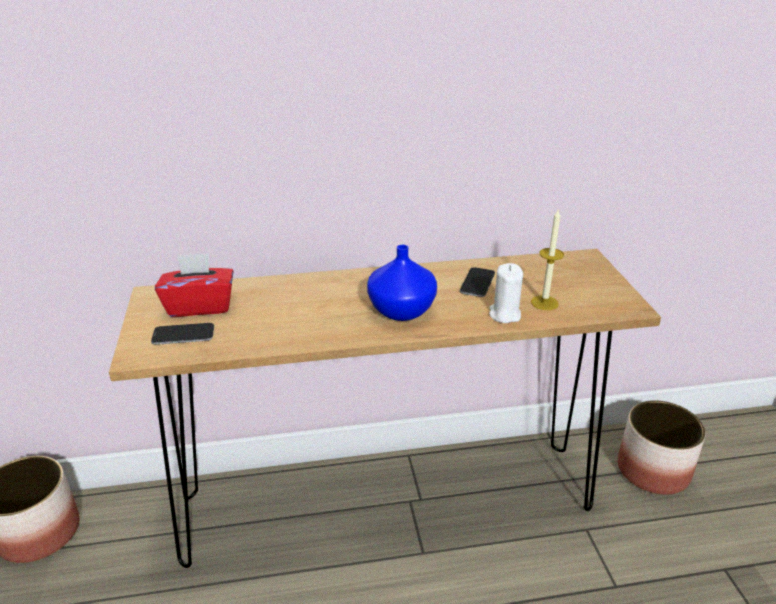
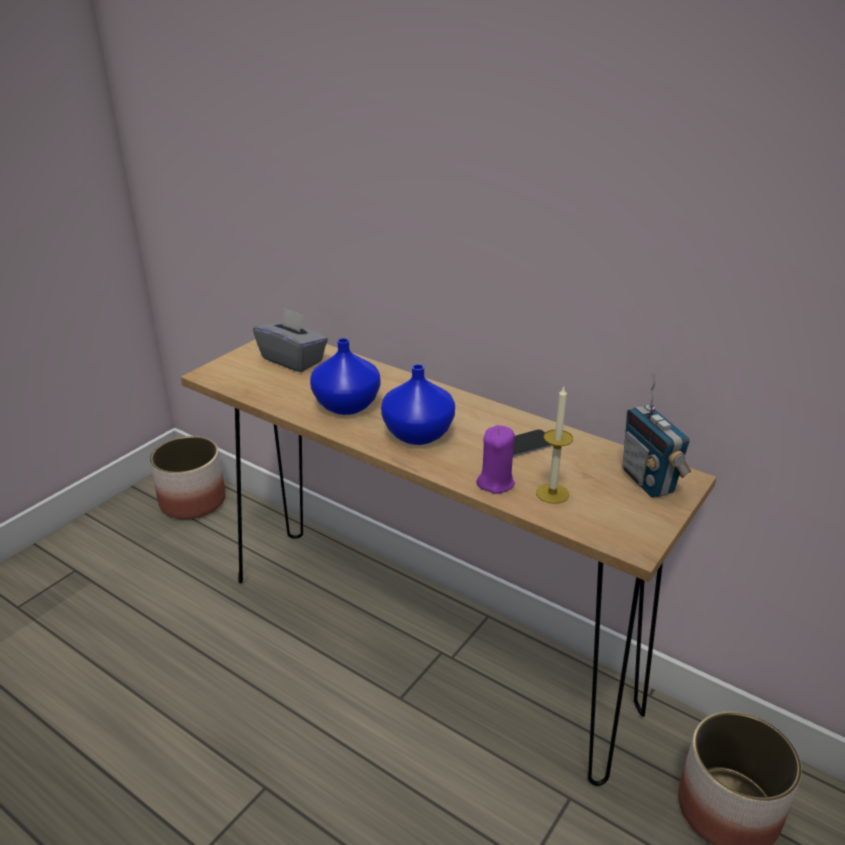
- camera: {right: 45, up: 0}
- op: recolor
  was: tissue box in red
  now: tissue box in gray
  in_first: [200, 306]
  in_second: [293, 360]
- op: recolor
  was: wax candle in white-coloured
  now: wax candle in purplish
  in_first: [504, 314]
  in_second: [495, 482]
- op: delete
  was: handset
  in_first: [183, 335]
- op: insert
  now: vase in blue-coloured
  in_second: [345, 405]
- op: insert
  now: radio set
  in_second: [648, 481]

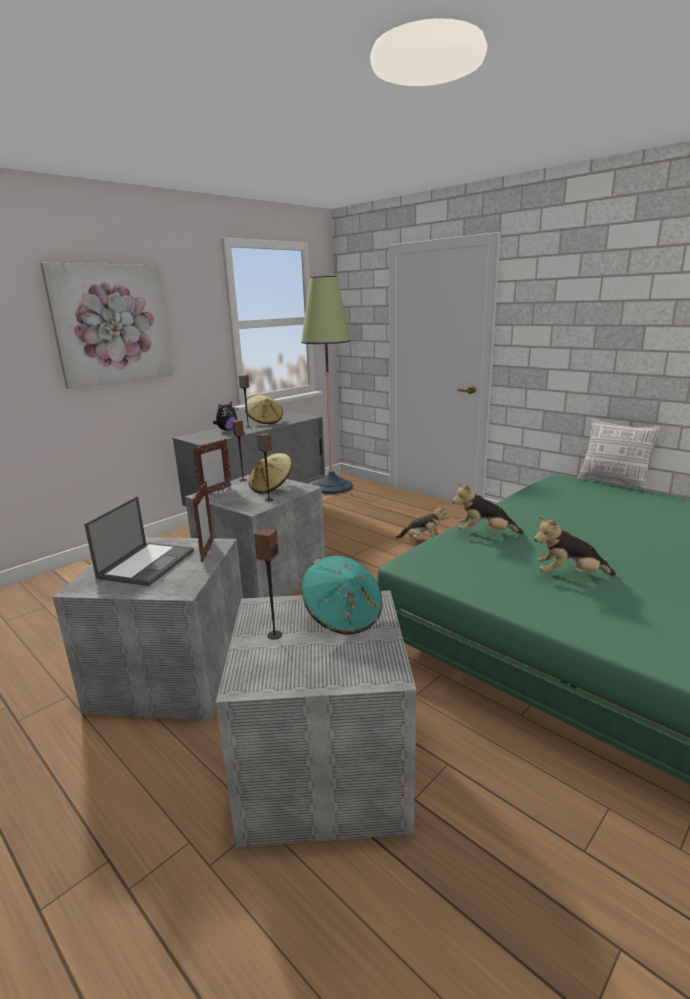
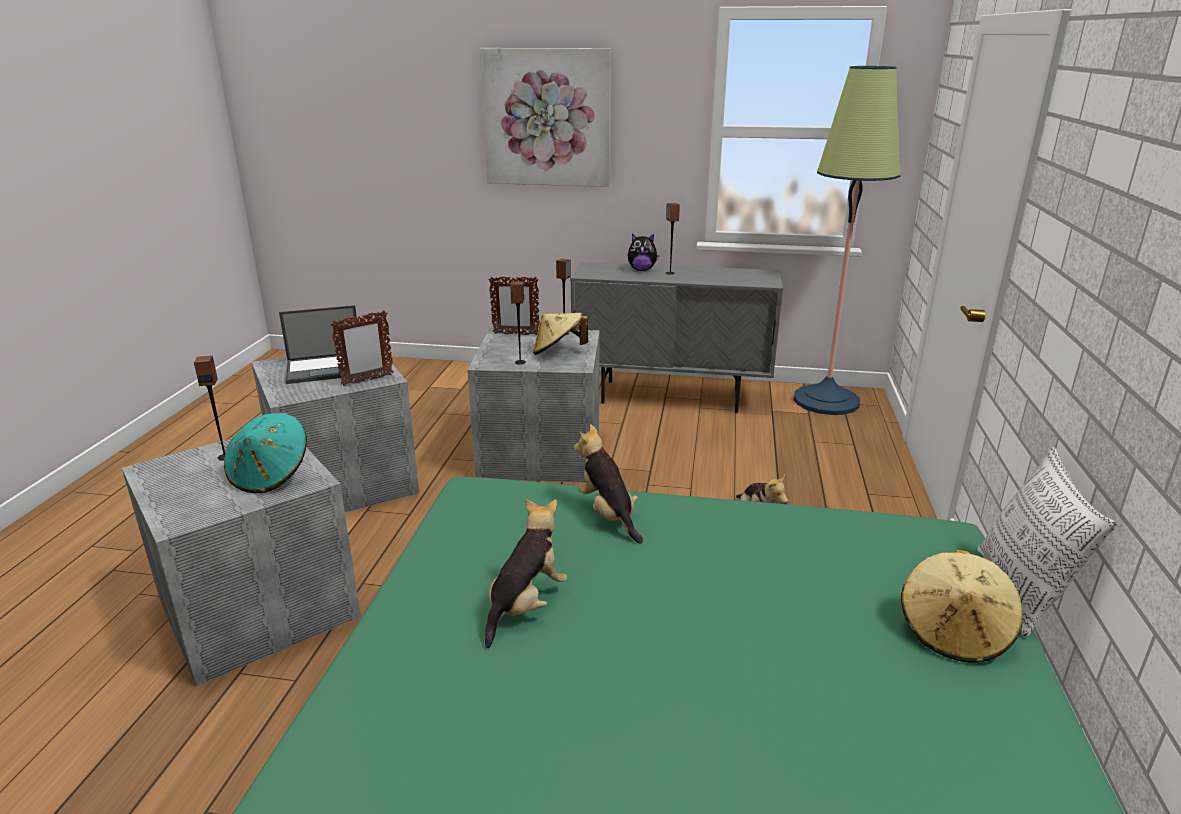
- camera: {right: 55, up: 5}
- op: move
  was: hat in beige-coloured
  in_first: [264, 421]
  in_second: [954, 632]
- op: rotate
  was: cuddly toy
  in_first: [569, 575]
  in_second: [525, 605]
  clockwise: 60

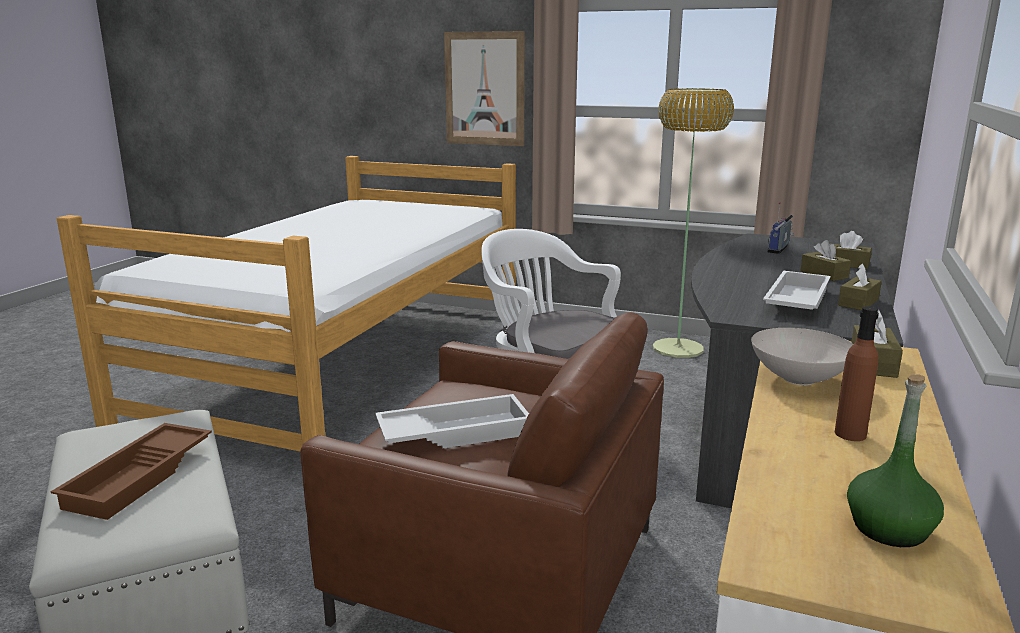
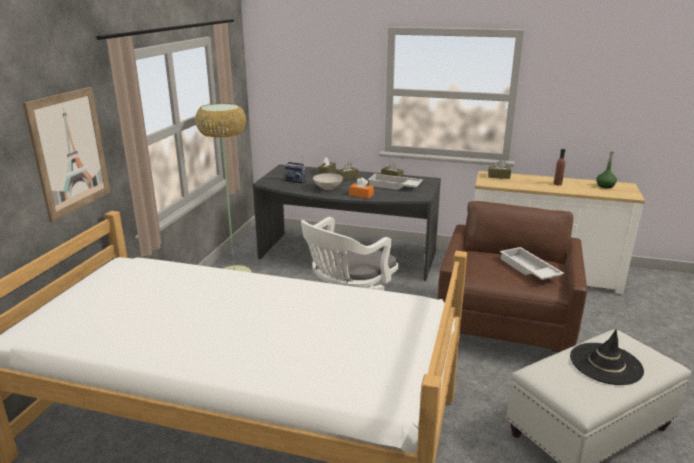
- camera: {right: -95, up: 5}
- op: move
  was: serving bowl in white-coloured
  in_first: [800, 379]
  in_second: [327, 188]
- op: replace
  was: tray in brown
  now: hat in black
  in_first: [141, 478]
  in_second: [605, 364]
- op: insert
  now: tissue box in orange
  in_second: [361, 195]

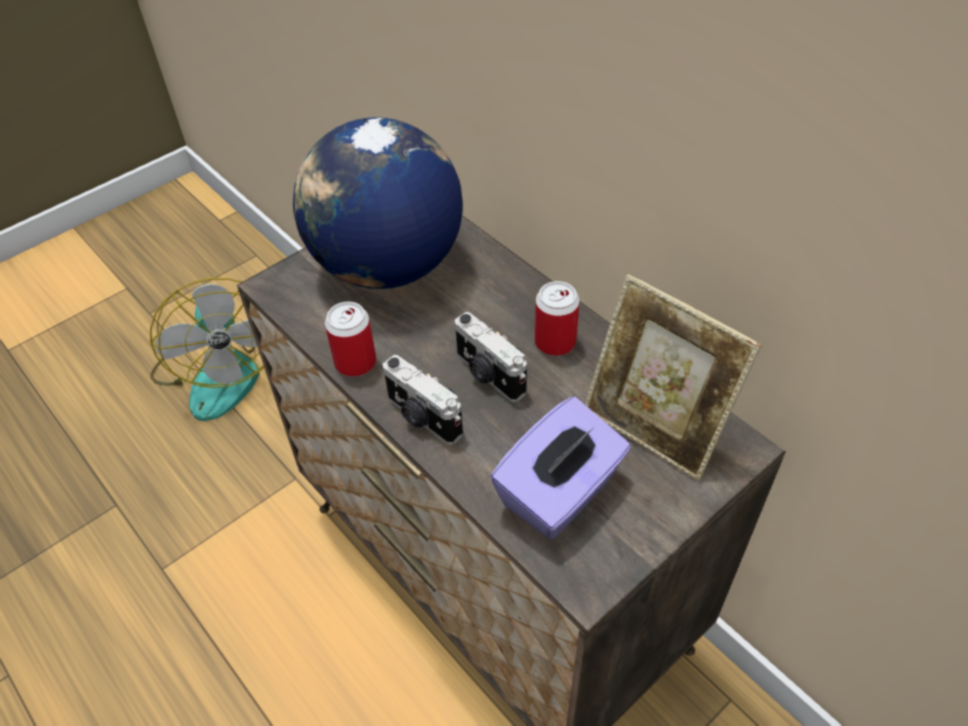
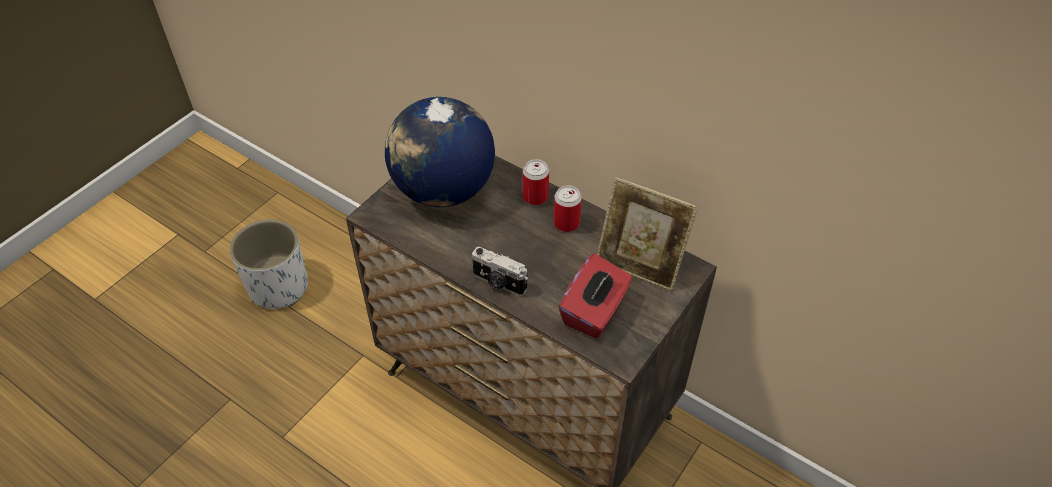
- camera: {right: -15, up: 0}
- op: replace
  was: electric fan
  now: planter in white-coloured
  in_first: [220, 371]
  in_second: [279, 287]
- op: move
  was: sealed can
  in_first: [355, 362]
  in_second: [535, 197]
- op: delete
  was: photo camera
  in_first: [488, 375]
- op: recolor
  was: tissue box in purplish
  now: tissue box in red
  in_first: [560, 492]
  in_second: [594, 312]

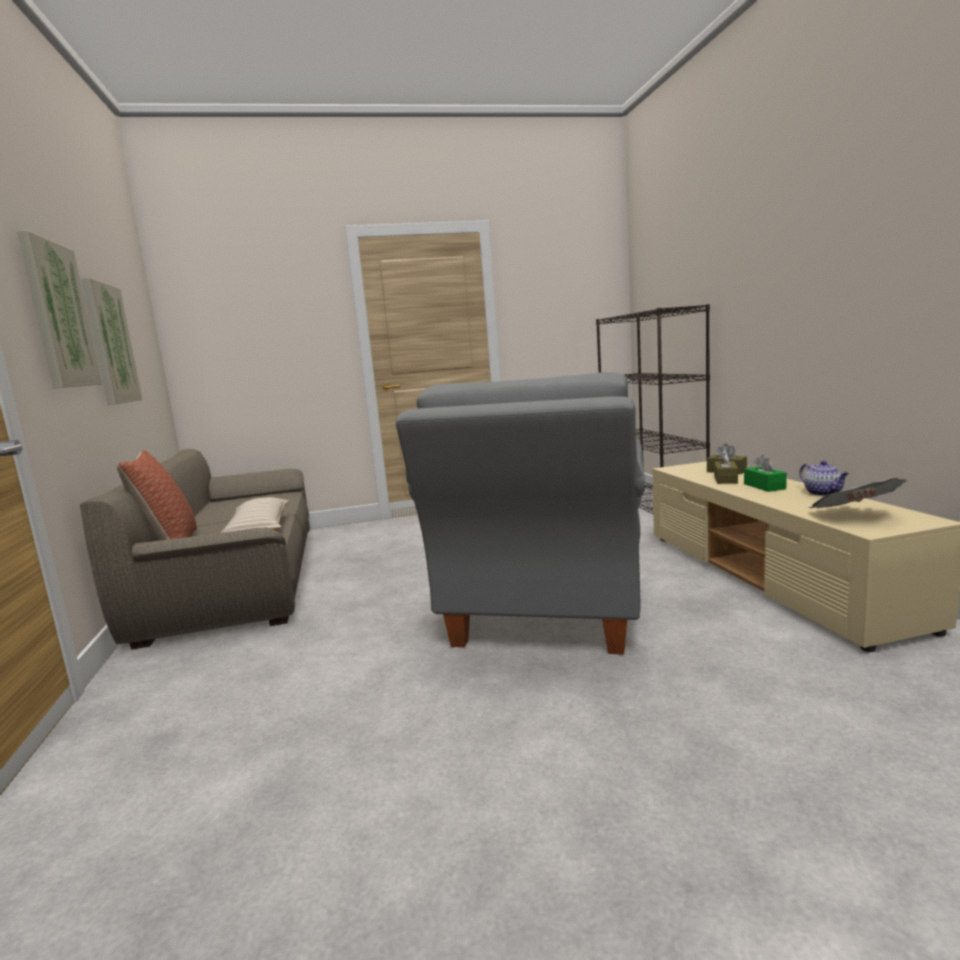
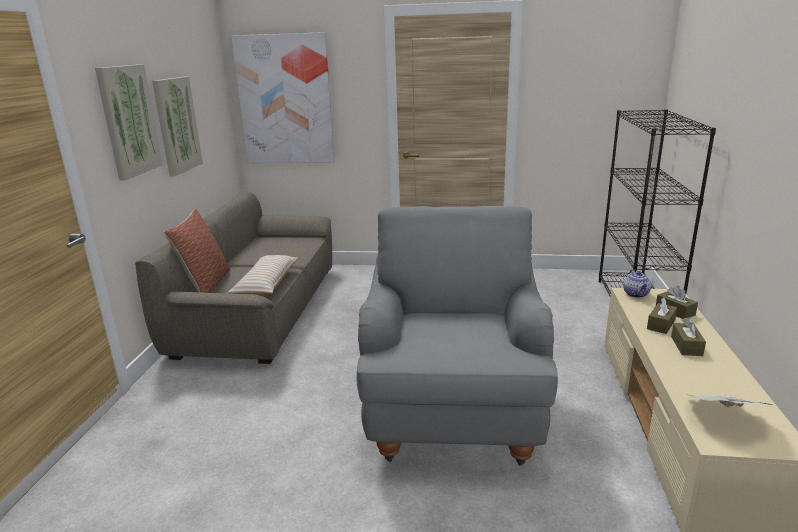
- camera: {right: 20, up: 10}
- op: rotate
  was: lounge chair in gray
  in_first: [545, 612]
  in_second: [453, 409]
  clockwise: 150
- op: recolor
  was: tissue box in greenish
  now: tissue box in brown
  in_first: [764, 486]
  in_second: [686, 346]
- op: move
  was: pot for tea
  in_first: [823, 493]
  in_second: [636, 294]
- op: insert
  now: picture
  in_second: [285, 100]

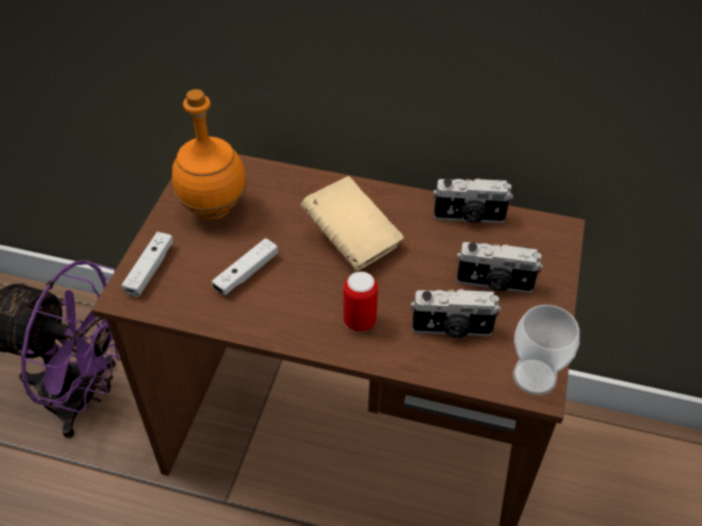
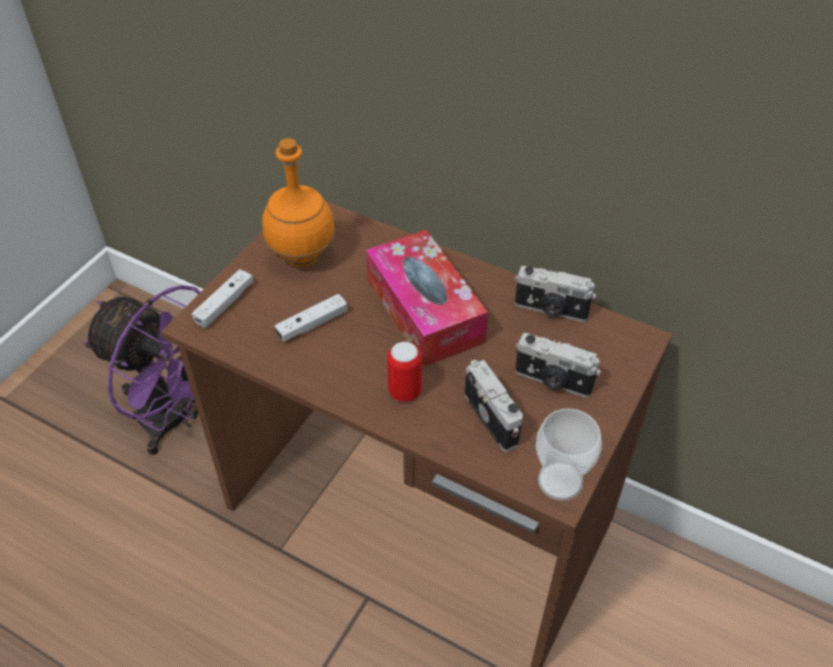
- camera: {right: 15, up: 0}
- op: replace
  was: bound book in beige-coloured
  now: tissue box
  in_first: [351, 239]
  in_second: [424, 310]
- op: rotate
  was: photo camera
  in_first: [452, 329]
  in_second: [493, 418]
  clockwise: -135

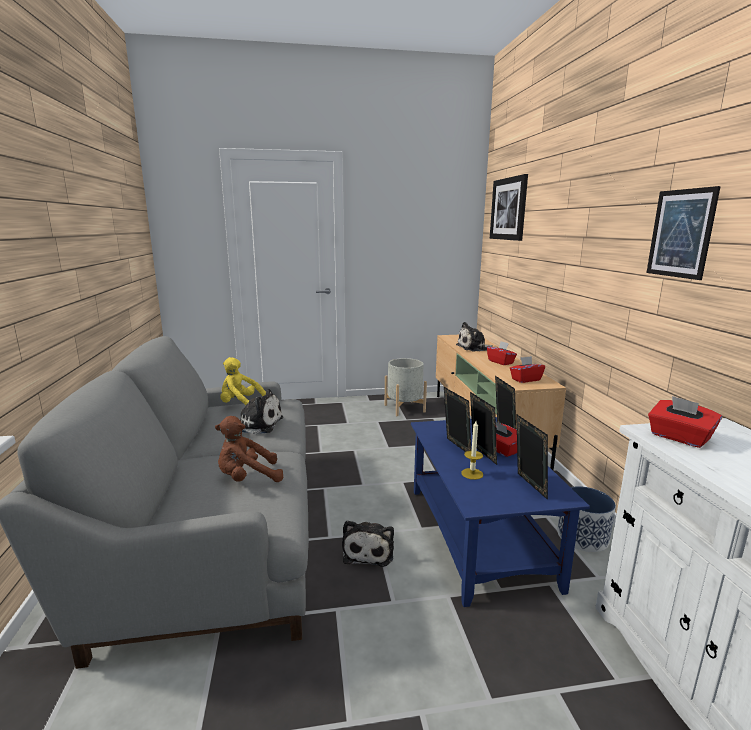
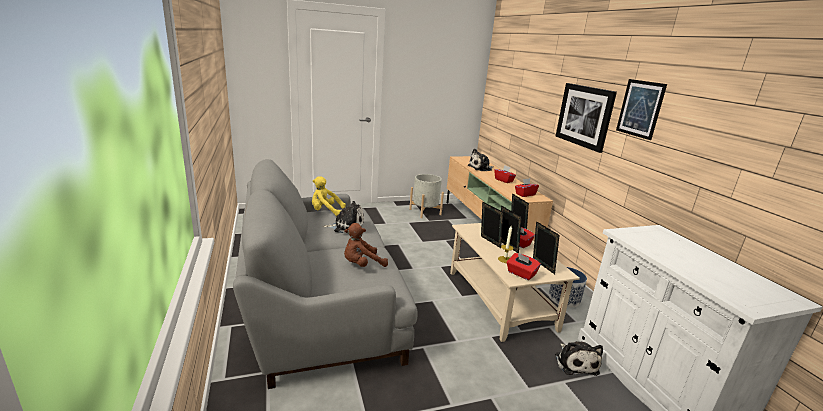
- camera: {right: -10, up: 5}
- op: move
  was: picture
  in_first: [509, 209]
  in_second: [584, 116]
- op: move
  was: tissue box in red
  in_first: [679, 438]
  in_second: [521, 274]
- op: recolor
  was: lounge table in blue-coloured
  now: lounge table in beige-coloured
  in_first: [477, 534]
  in_second: [499, 299]
- op: move
  was: cuddly toy
  in_first: [368, 551]
  in_second: [575, 362]

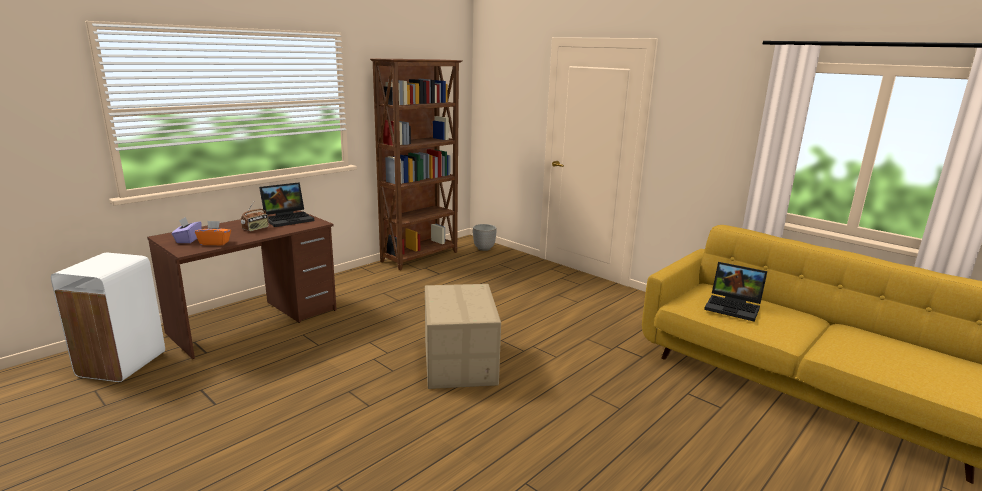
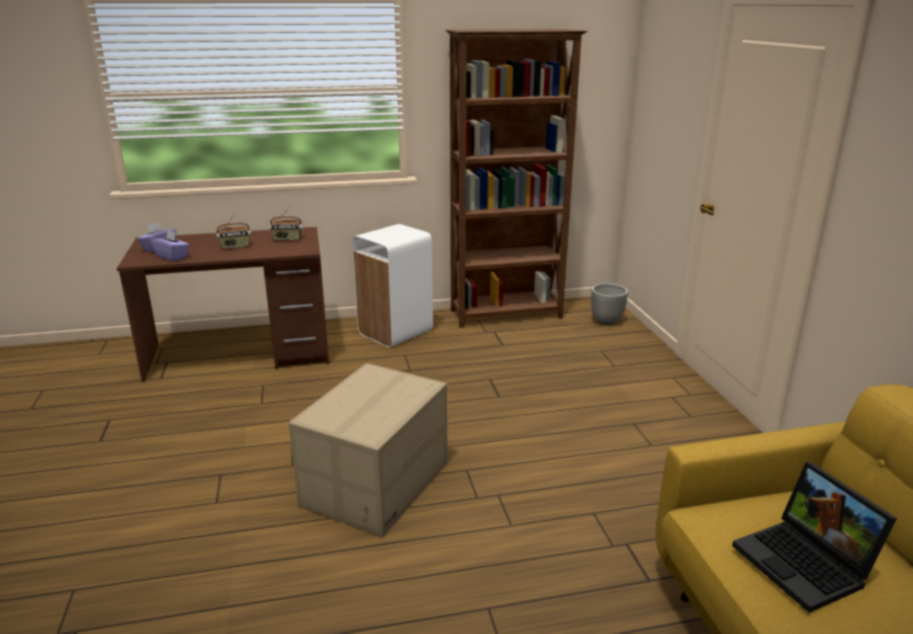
- camera: {right: 35, up: 5}
- op: replace
  was: notebook computer
  now: radio set
  in_first: [289, 219]
  in_second: [287, 239]
- op: recolor
  was: tissue box in orange
  now: tissue box in purplish
  in_first: [215, 243]
  in_second: [172, 257]
- op: move
  was: waste bin in white-coloured
  in_first: [123, 364]
  in_second: [396, 332]

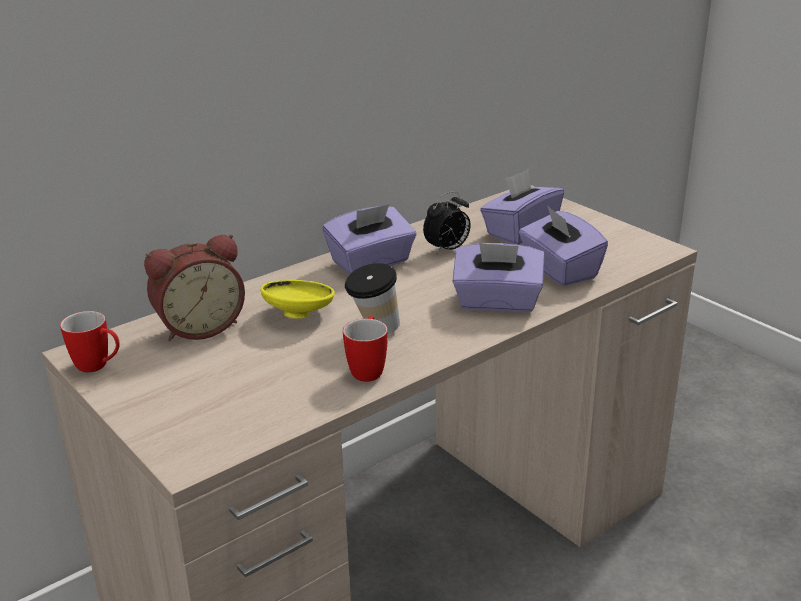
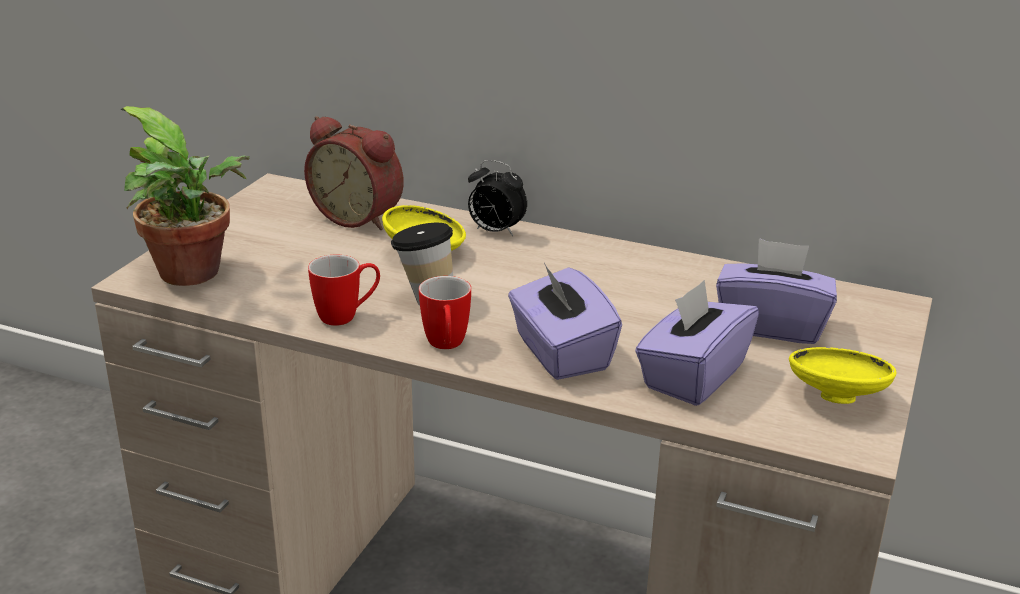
- camera: {right: 60, up: 0}
- op: move
  was: table clock
  in_first: [447, 249]
  in_second: [495, 231]
- op: delete
  was: tissue box in purplish
  in_first: [371, 262]
- op: move
  was: mug
  in_first: [99, 367]
  in_second: [446, 346]
- op: insert
  now: houseplant
  in_second: [195, 275]
- op: insert
  now: serving bowl in yellow-coloured
  in_second: [837, 395]

